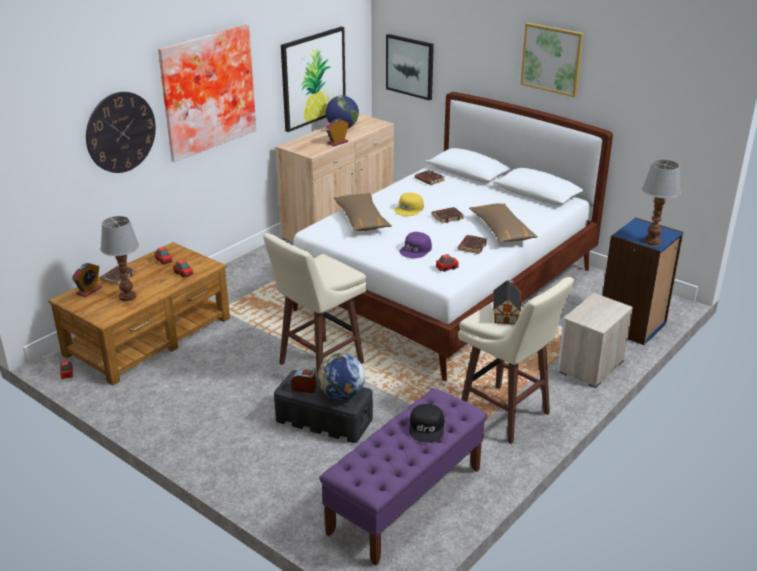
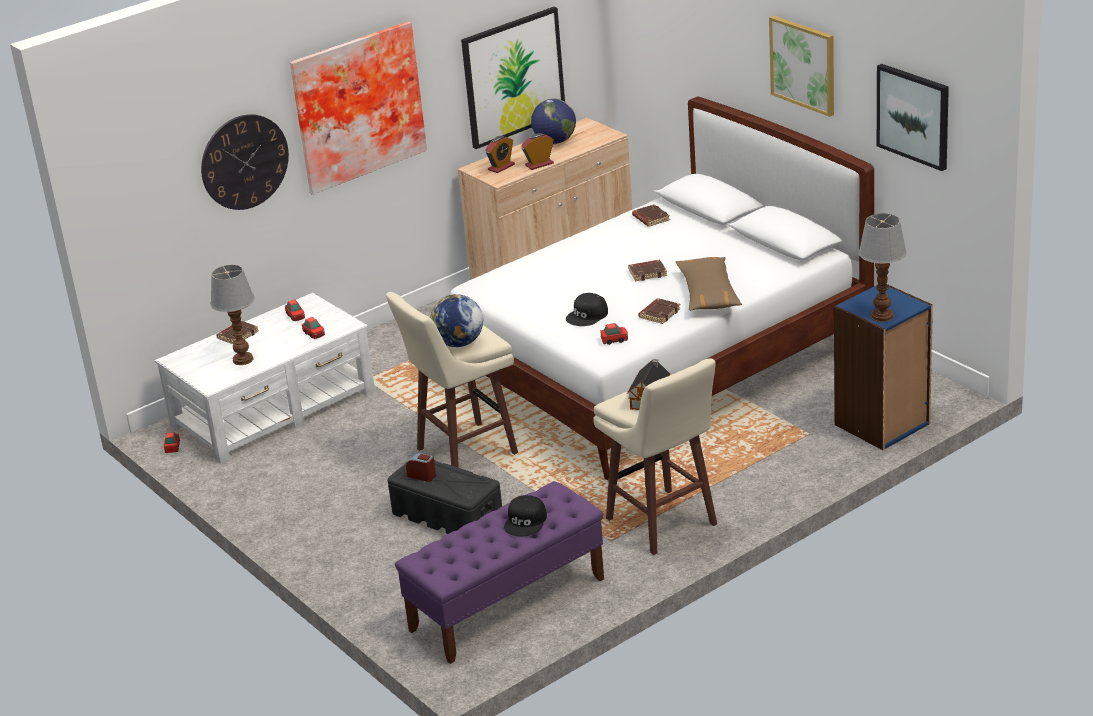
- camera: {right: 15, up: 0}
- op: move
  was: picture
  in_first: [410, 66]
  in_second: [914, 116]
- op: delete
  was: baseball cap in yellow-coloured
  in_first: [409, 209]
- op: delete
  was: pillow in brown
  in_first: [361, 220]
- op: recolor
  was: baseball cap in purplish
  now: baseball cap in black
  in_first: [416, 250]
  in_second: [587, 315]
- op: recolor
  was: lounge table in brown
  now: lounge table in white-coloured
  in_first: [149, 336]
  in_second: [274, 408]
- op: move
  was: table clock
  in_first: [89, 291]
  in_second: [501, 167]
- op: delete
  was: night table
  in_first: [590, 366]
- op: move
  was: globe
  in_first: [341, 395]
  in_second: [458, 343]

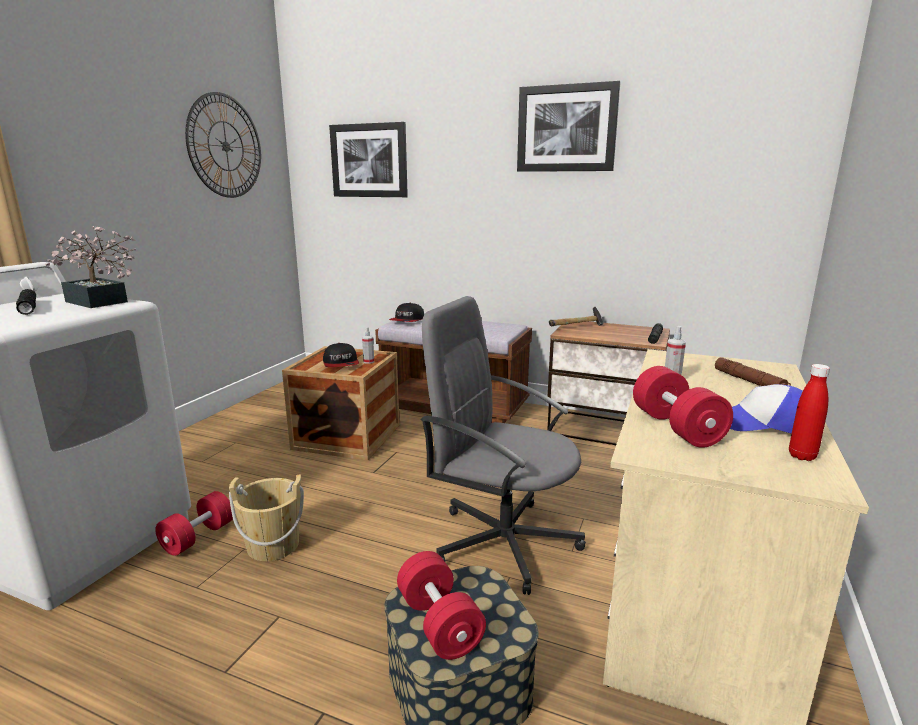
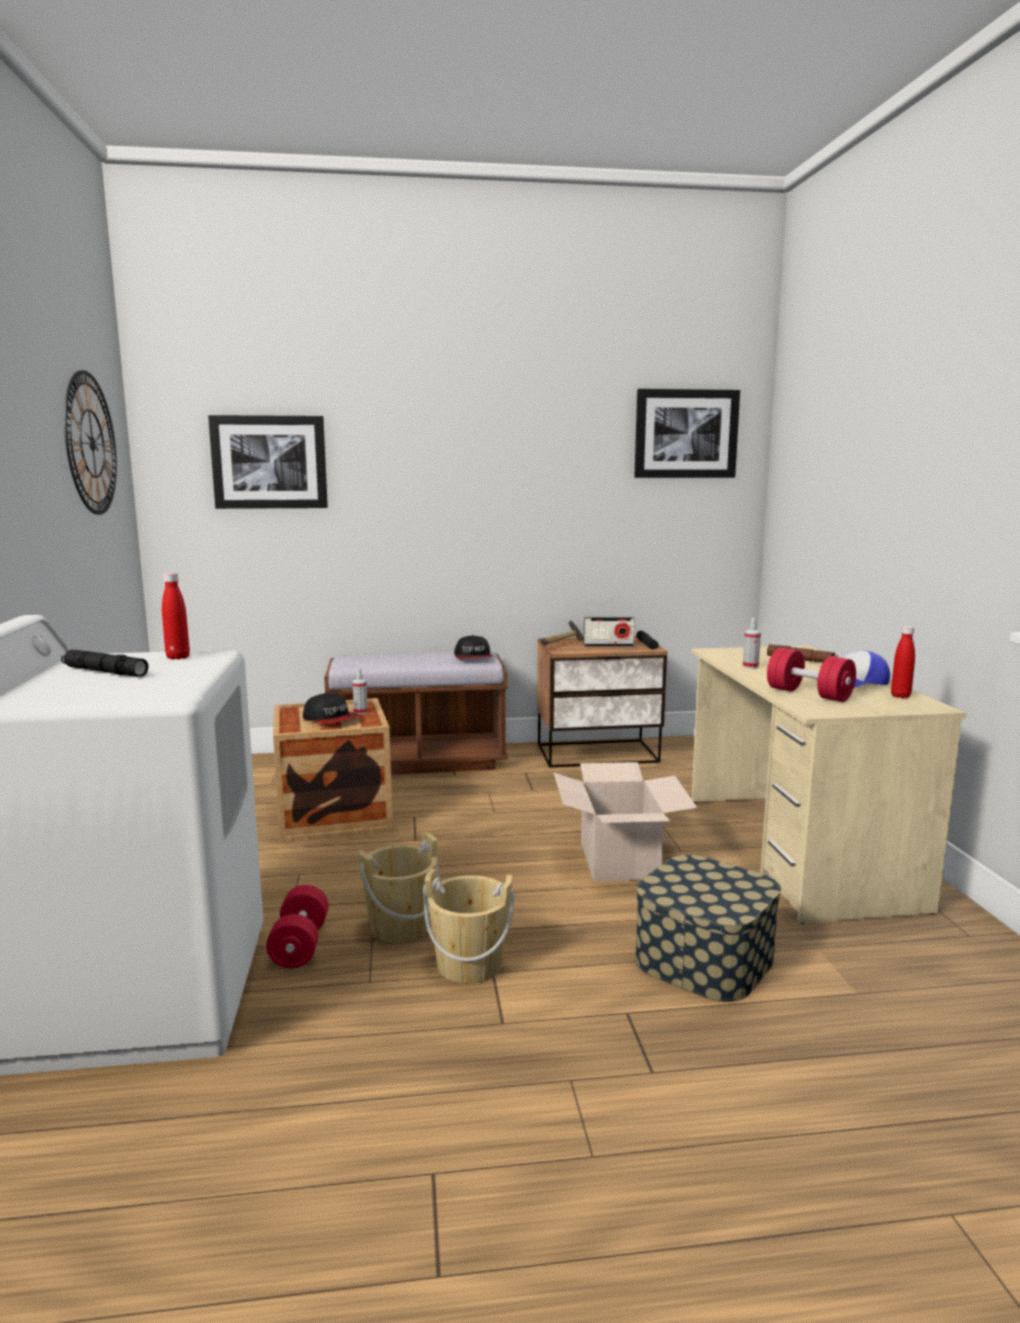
- camera: {right: -30, up: -5}
- op: move
  was: picture
  in_first: [566, 128]
  in_second: [686, 434]
- op: replace
  was: houseplant
  now: bottle in red
  in_first: [99, 303]
  in_second: [178, 657]
- op: replace
  was: computer chair in gray
  now: cardboard box
  in_first: [503, 541]
  in_second: [618, 860]
- op: move
  was: baseball cap
  in_first: [407, 320]
  in_second: [473, 657]
- op: delete
  was: free weight in red
  in_first: [439, 623]
- op: insert
  now: radio set
  in_second: [608, 645]
- op: insert
  now: water bucket in beige-coloured
  in_second: [469, 964]

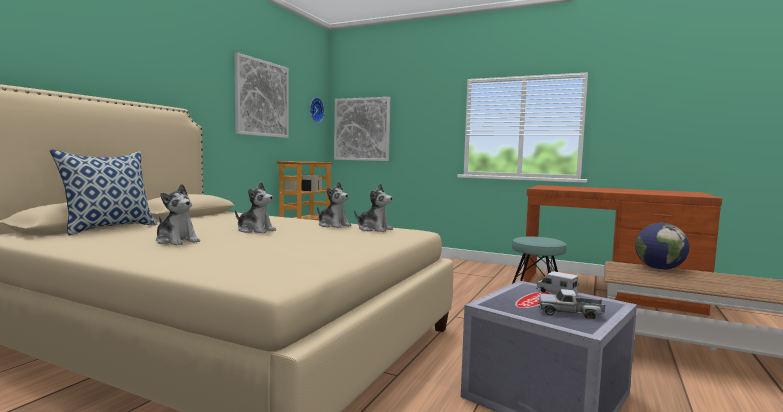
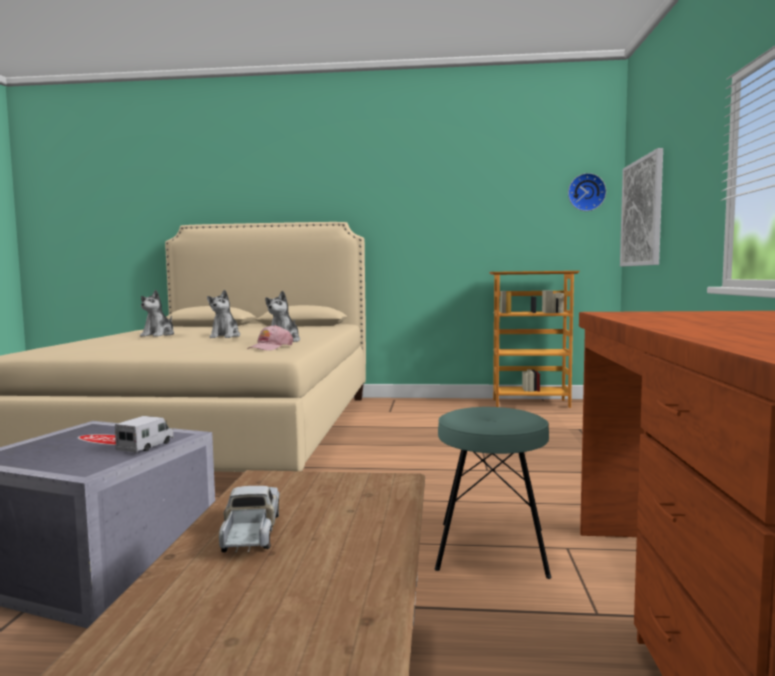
- camera: {right: 70, up: 0}
- op: delete
  was: picture
  in_first: [262, 98]
- op: delete
  was: pillow
  in_first: [109, 228]
- op: replace
  was: cuddly toy
  now: baseball cap in pink-coloured
  in_first: [374, 229]
  in_second: [270, 347]
- op: delete
  was: globe
  in_first: [659, 269]
- op: move
  was: toy truck
  in_first: [570, 313]
  in_second: [250, 533]

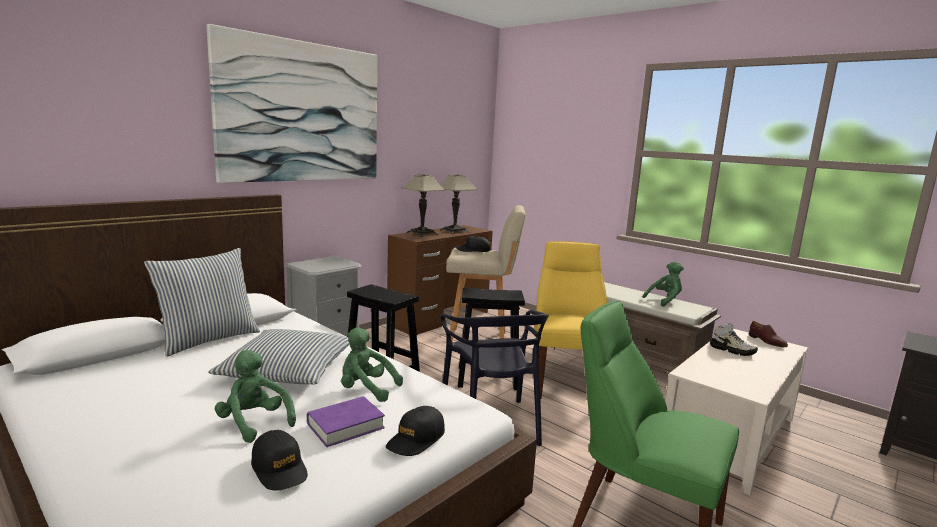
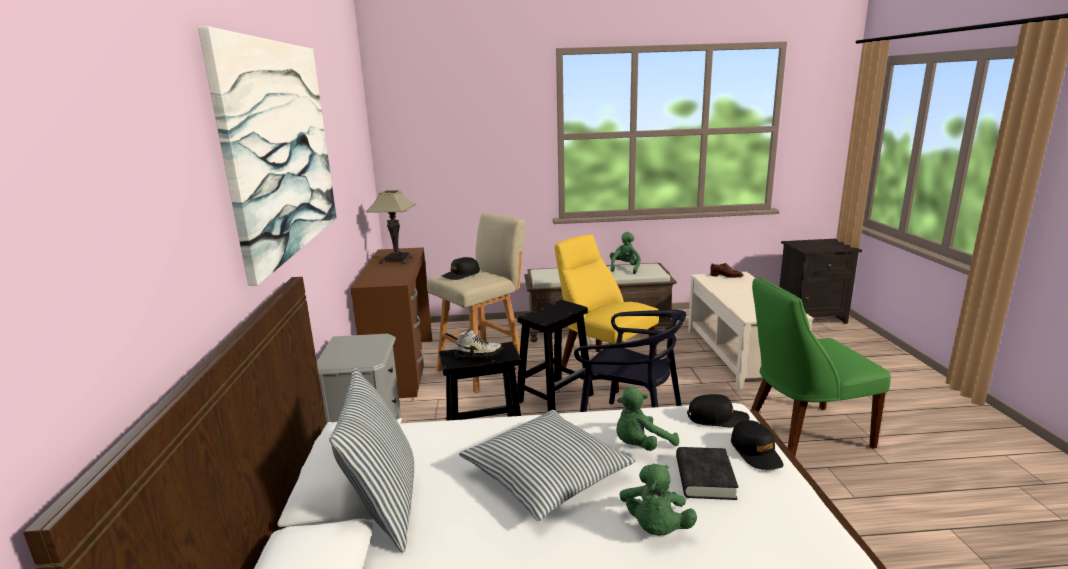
- camera: {right: -45, up: 5}
- op: delete
  was: table lamp
  in_first: [422, 233]
- op: move
  was: shoe
  in_first: [732, 350]
  in_second: [479, 355]
- op: rotate
  was: cuddly toy in greenish
  in_first: [254, 423]
  in_second: [655, 528]
  clockwise: -75
- op: recolor
  was: bound book in purplish
  now: bound book in black
  in_first: [345, 426]
  in_second: [705, 478]
- op: move
  was: baseball cap in black
  in_first: [279, 469]
  in_second: [717, 418]

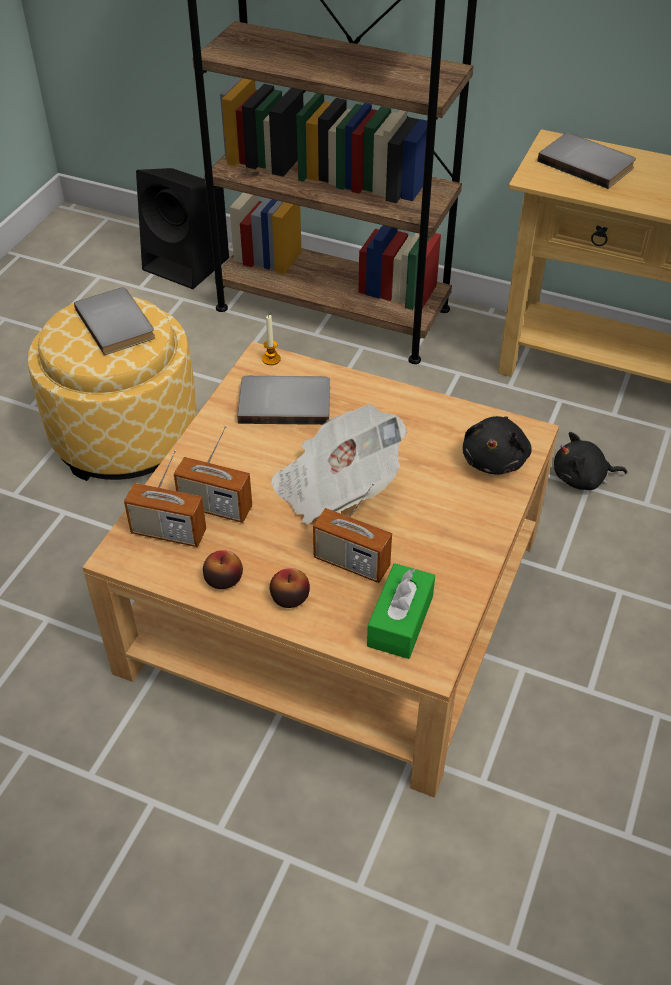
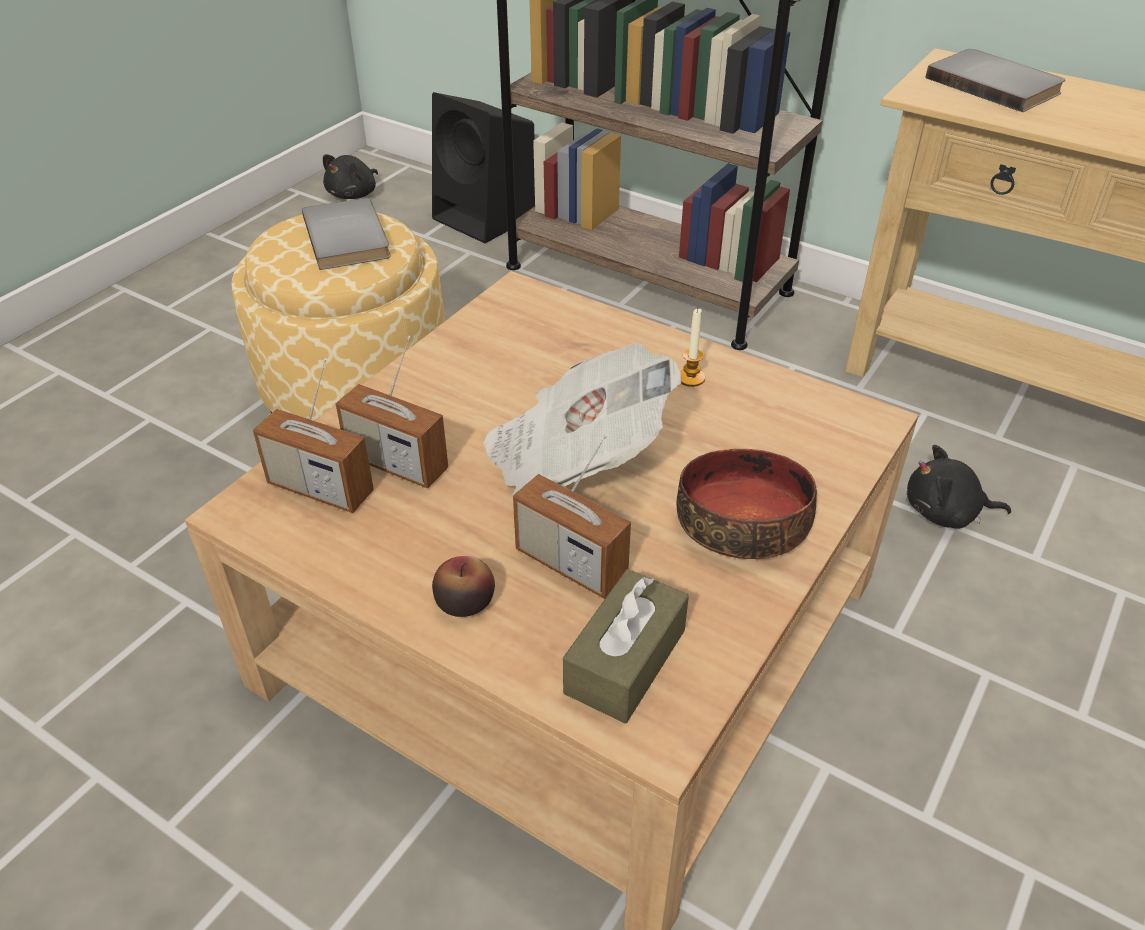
- camera: {right: 10, up: -5}
- op: move
  was: wax candle
  in_first: [271, 359]
  in_second: [691, 378]
- op: delete
  was: bound book in gray
  in_first: [285, 401]
- op: move
  was: cuddly toy in black
  in_first: [495, 459]
  in_second: [354, 194]
- op: delete
  was: apple
  in_first: [223, 579]
- op: recolor
  was: tissue box in greenish
  now: tissue box in brown
  in_first: [400, 621]
  in_second: [625, 661]
- op: insert
  now: serving bowl
  in_second: [743, 523]

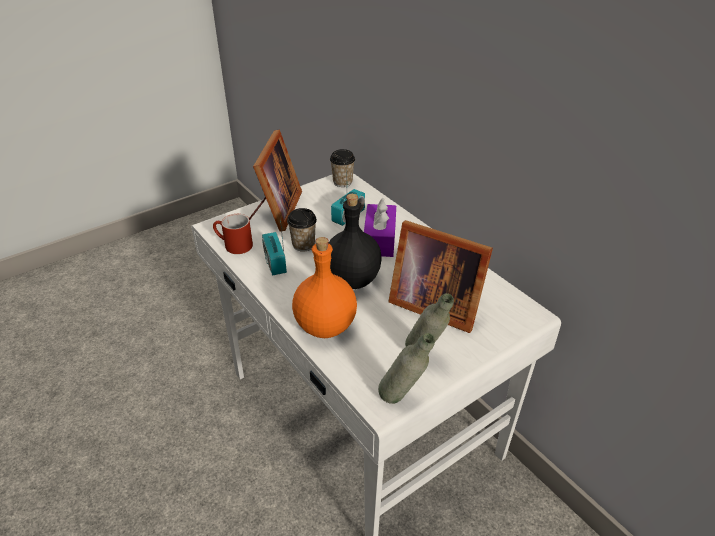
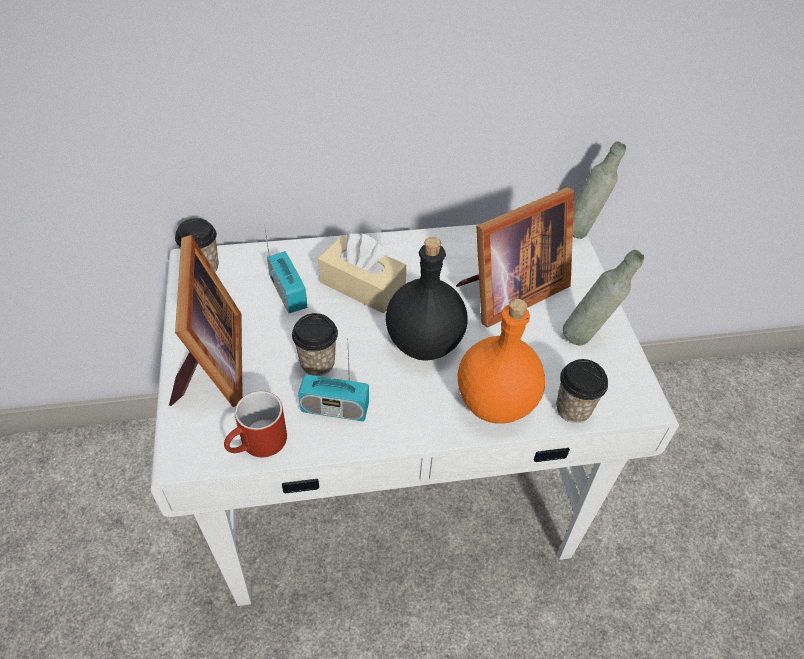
- camera: {right: -65, up: 10}
- op: rotate
  was: standing frame
  in_first: [275, 211]
  in_second: [211, 365]
  clockwise: 45
- op: recolor
  was: tissue box in purplish
  now: tissue box in beige-coloured
  in_first: [379, 239]
  in_second: [362, 285]
- op: move
  was: bottle in gray
  in_first: [402, 401]
  in_second: [582, 230]
- op: insert
  now: drinking cup
  in_second: [573, 409]

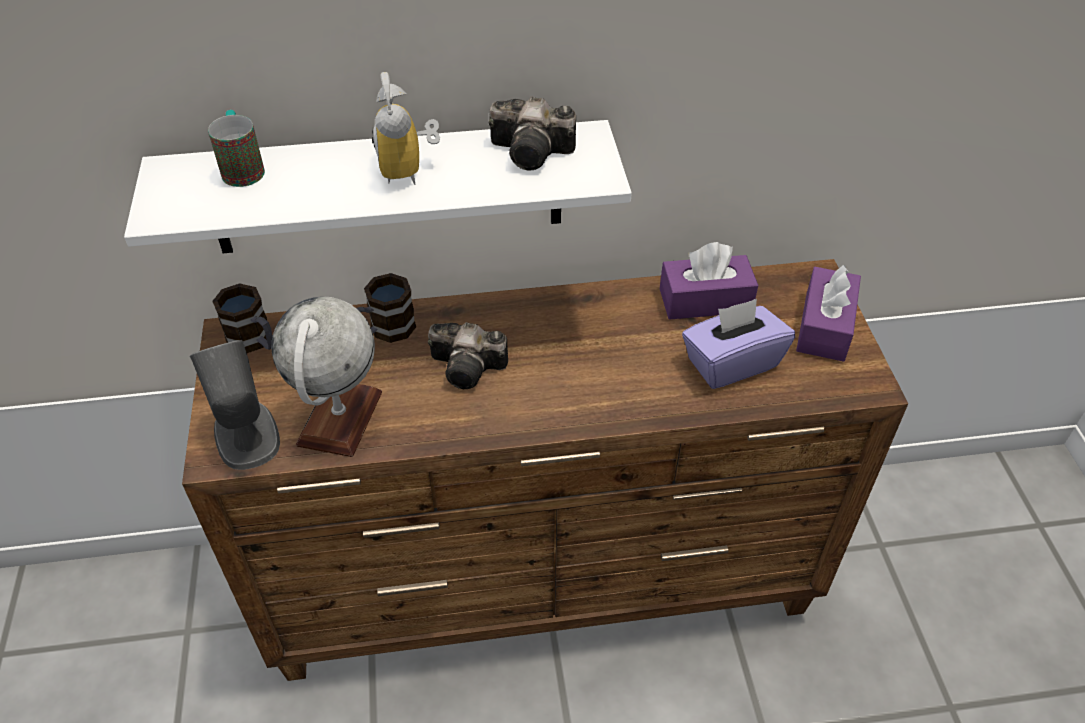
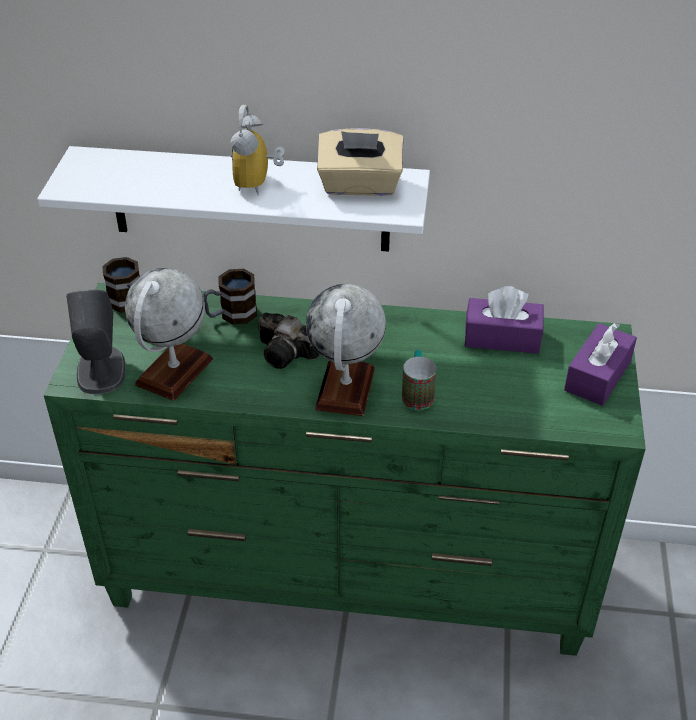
- camera: {right: 15, up: -5}
- op: replace
  was: photo camera
  now: tissue box in beige-coloured
  in_first: [535, 153]
  in_second: [360, 185]
- op: move
  was: mug
  in_first: [242, 168]
  in_second: [417, 393]
- op: recolor
  was: dresser in brown
  now: dresser in greenish
  in_first: [544, 583]
  in_second: [350, 578]
- op: delete
  was: tissue box in purplish
  in_first: [731, 363]
- op: insert
  now: globe
  in_second: [345, 388]

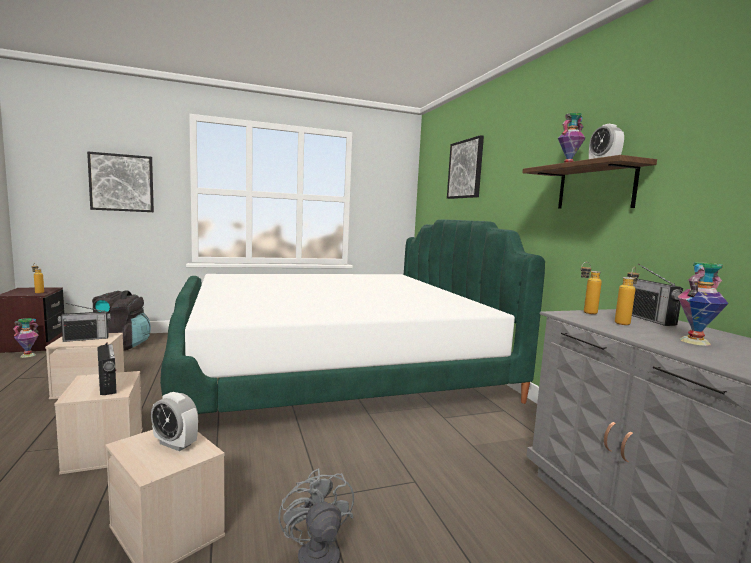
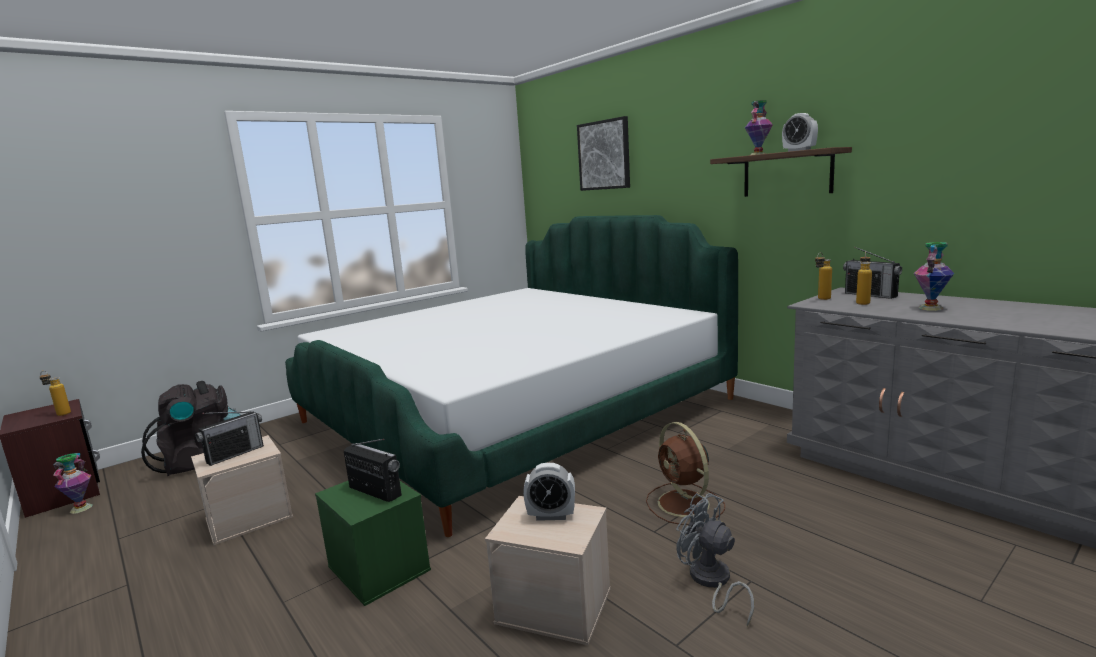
- camera: {right: -20, up: 5}
- op: delete
  was: picture
  in_first: [122, 183]
- op: recolor
  was: storage bin in beige-coloured
  now: storage bin in greenish
  in_first: [104, 449]
  in_second: [377, 568]
- op: insert
  now: electric fan in brown
  in_second: [685, 504]

